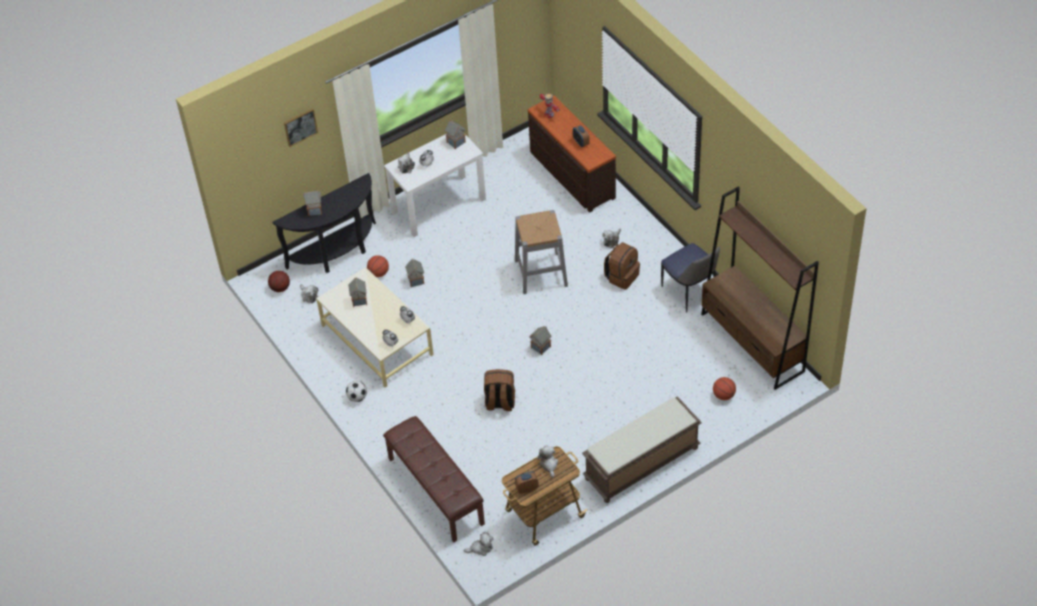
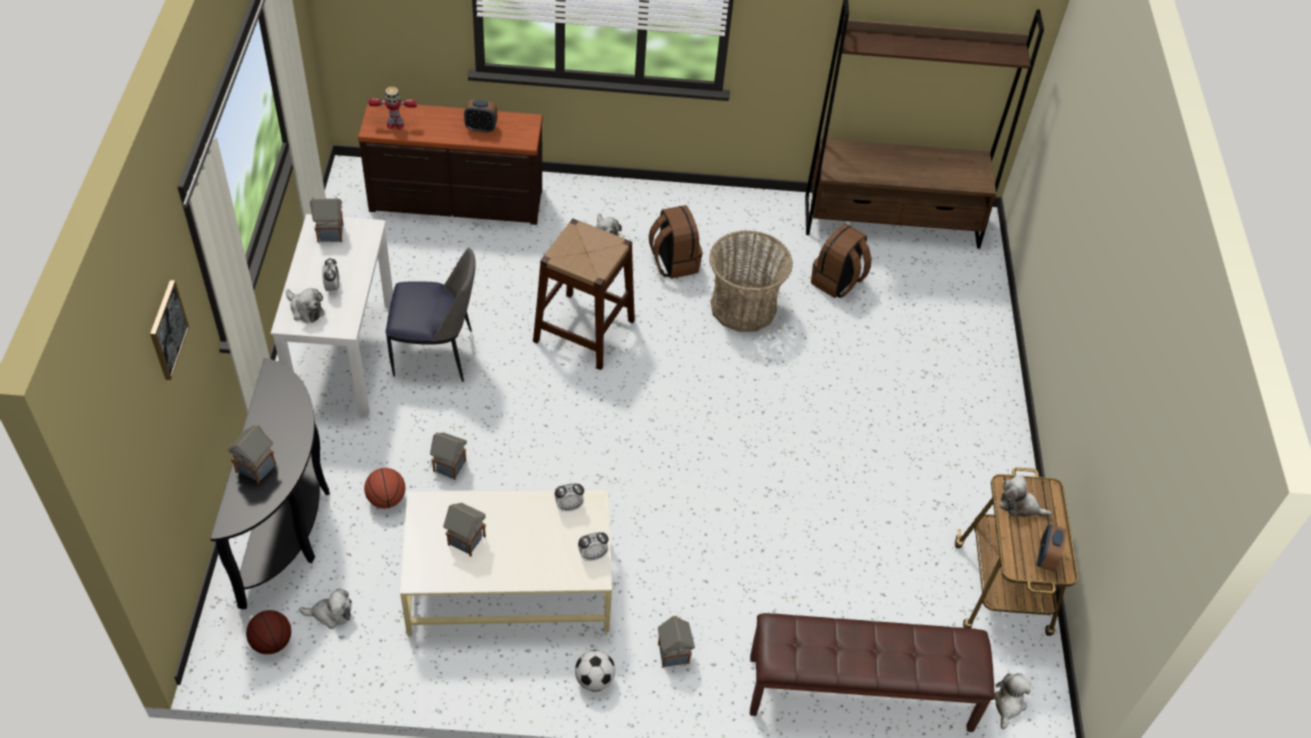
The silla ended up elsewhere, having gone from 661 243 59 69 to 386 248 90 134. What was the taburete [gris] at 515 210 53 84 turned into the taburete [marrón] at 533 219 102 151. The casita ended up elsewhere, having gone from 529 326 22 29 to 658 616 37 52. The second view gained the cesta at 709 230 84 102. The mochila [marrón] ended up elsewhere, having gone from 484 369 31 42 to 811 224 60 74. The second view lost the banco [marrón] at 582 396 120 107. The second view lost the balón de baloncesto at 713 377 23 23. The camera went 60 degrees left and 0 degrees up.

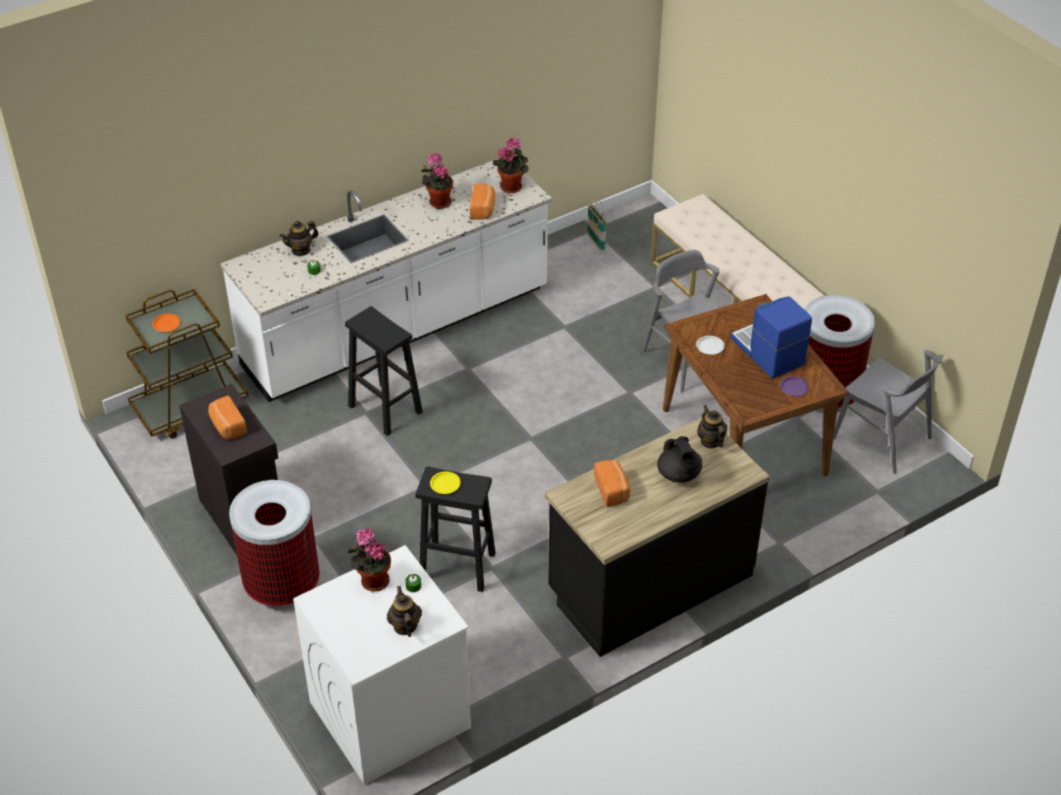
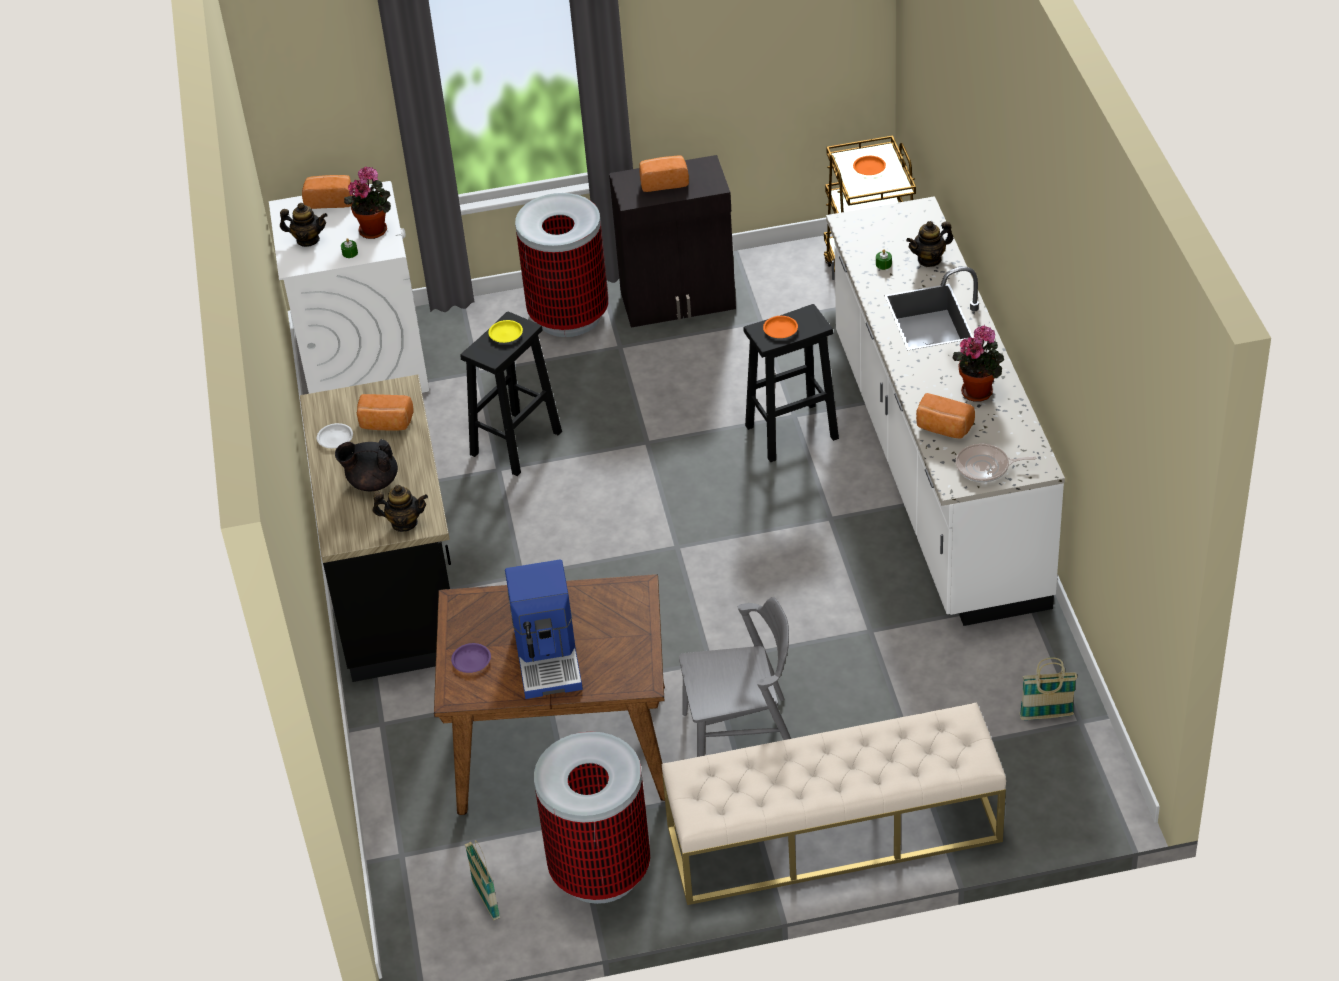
The second view gained the pan at 302 175 50 34. The plato [blanco] ended up elsewhere, having gone from 696 336 29 19 to 317 423 36 25. Where the silla [gris] stood at 833 350 110 124, the cesta came to stand at 465 840 35 80. The cafetera at 731 296 81 83 ended up facing another way, 90 degrees clockwise from before. The second view gained the plato [naranja] at 763 316 35 22. The tetera at 280 220 39 36 ended up facing another way, 105 degrees counterclockwise from before. Where the planta en maceta stood at 493 137 36 56, the sartén came to stand at 956 444 80 39. The camera went 115 degrees right and 0 degrees up.

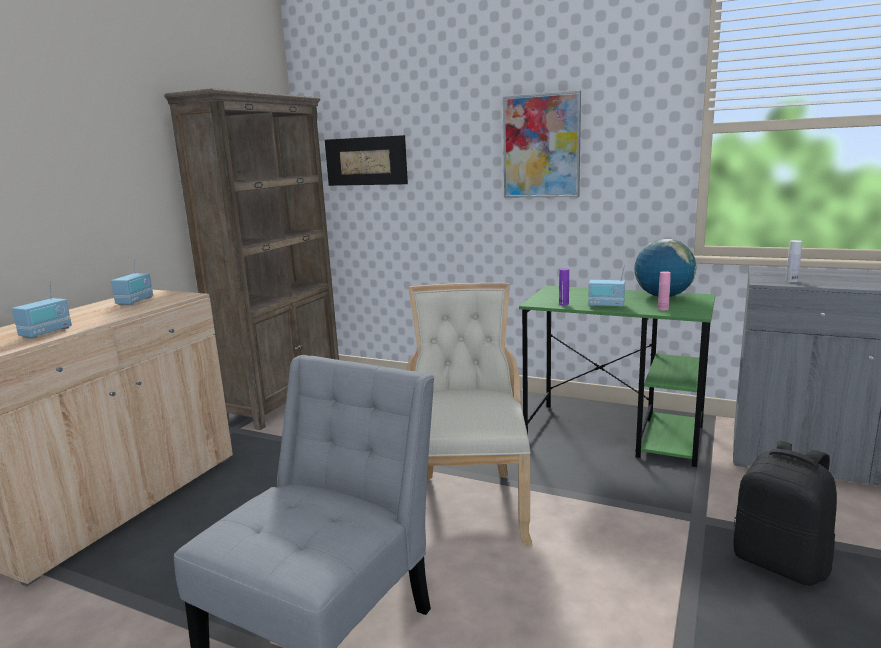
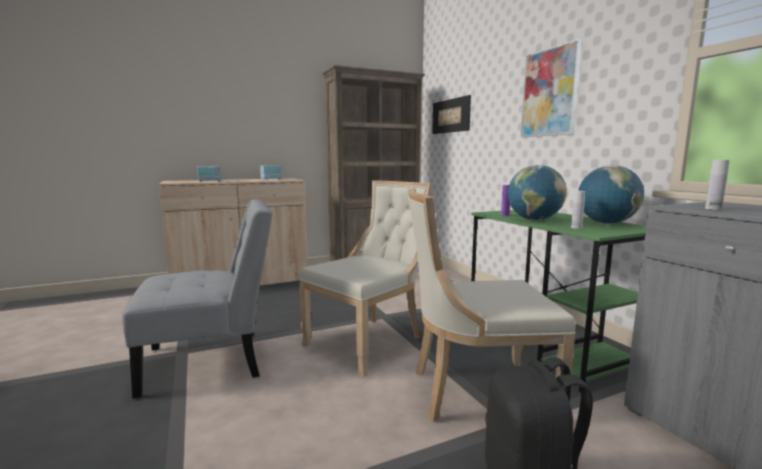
The second view gained the silla [beis] at 408 188 168 234. Where the radio stood at 588 265 37 42, the globo terráqueo came to stand at 508 165 59 55. What was the botella [rosa] at 658 271 13 39 turned into the botella [blanco] at 571 191 14 38. The camera went 40 degrees right and 5 degrees down.

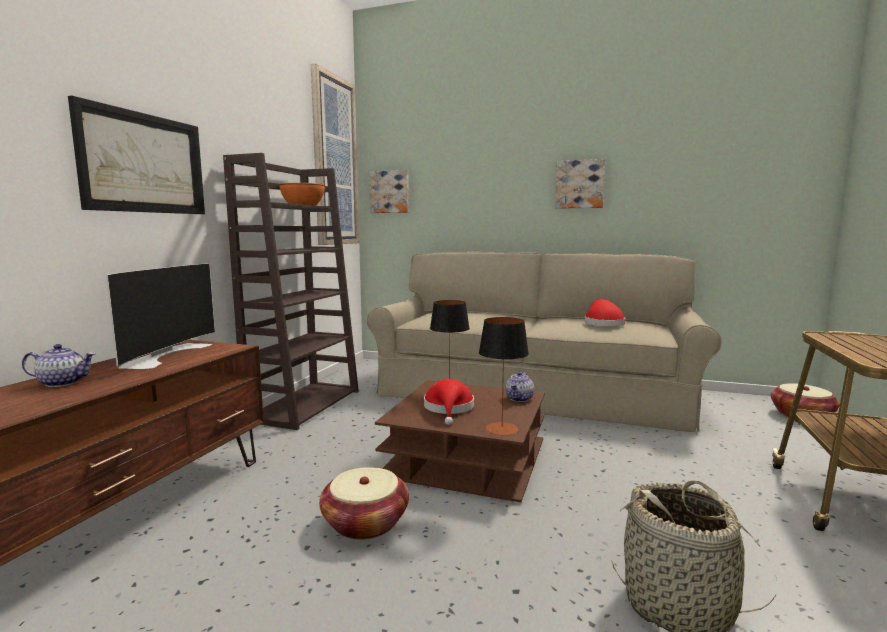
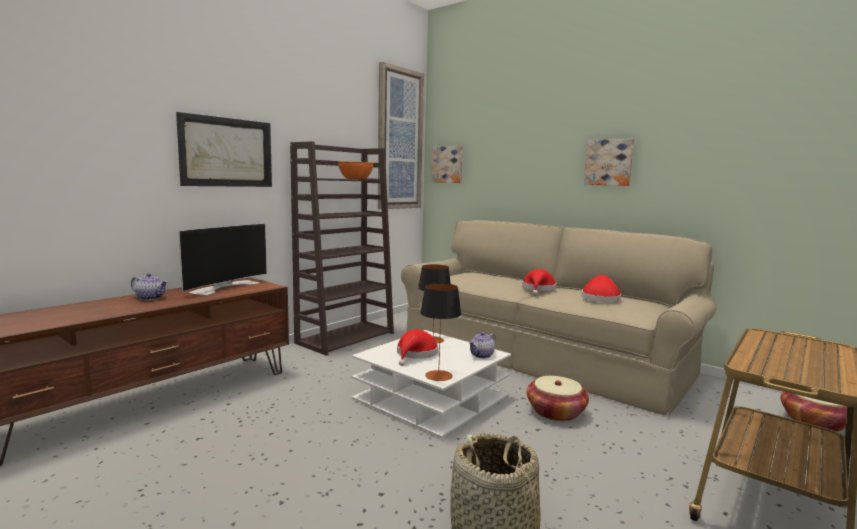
What was the mesa de centro [marrón] at 375 380 170 123 turned into the mesa de centro [blanco] at 351 330 160 108. The second view gained the sombrero [rojo] at 522 269 35 26. The cesta ended up elsewhere, having gone from 319 467 90 73 to 527 376 62 45. The camera went 20 degrees right and 0 degrees up.

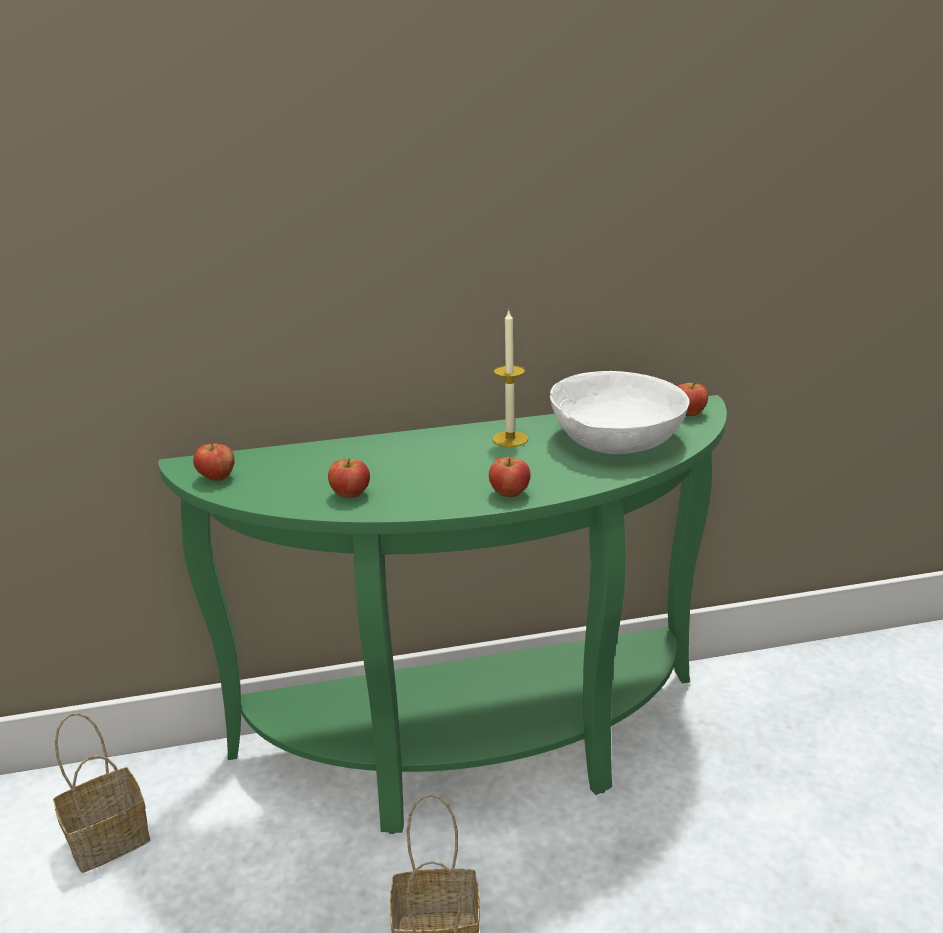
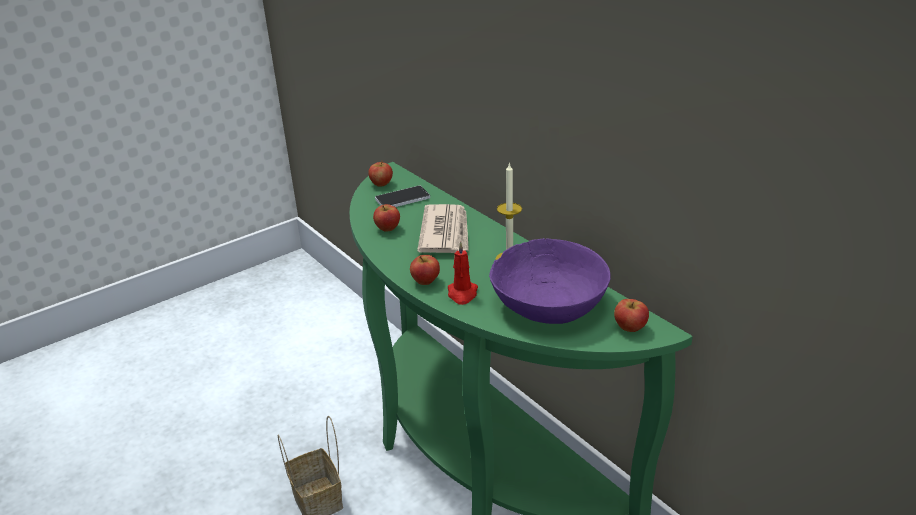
The second view gained the móvil at 375 185 55 22. The second view gained the periódico at 417 204 52 49. The second view gained the vela [rojo] at 448 241 30 64. What was the cuenco [blanco] at 550 371 139 83 turned into the cuenco [morado] at 489 238 122 86. The second view lost the cesta at 53 713 97 160. The camera went 65 degrees right and 5 degrees up.

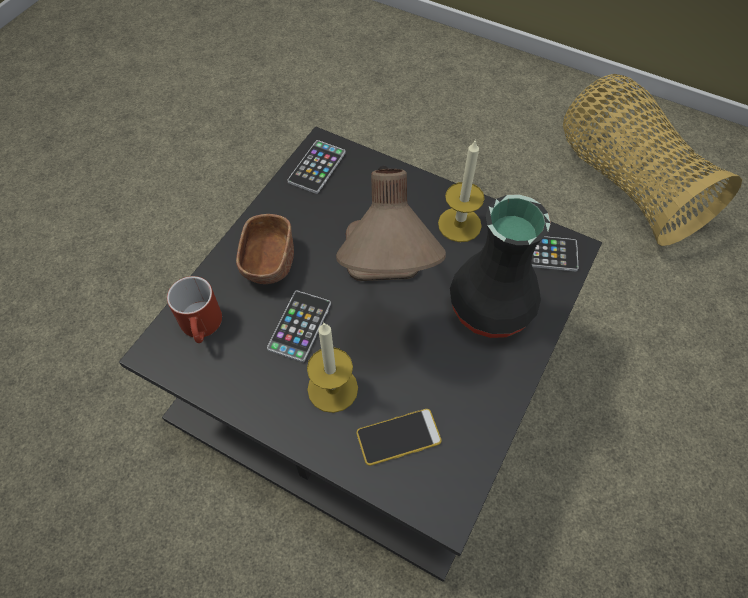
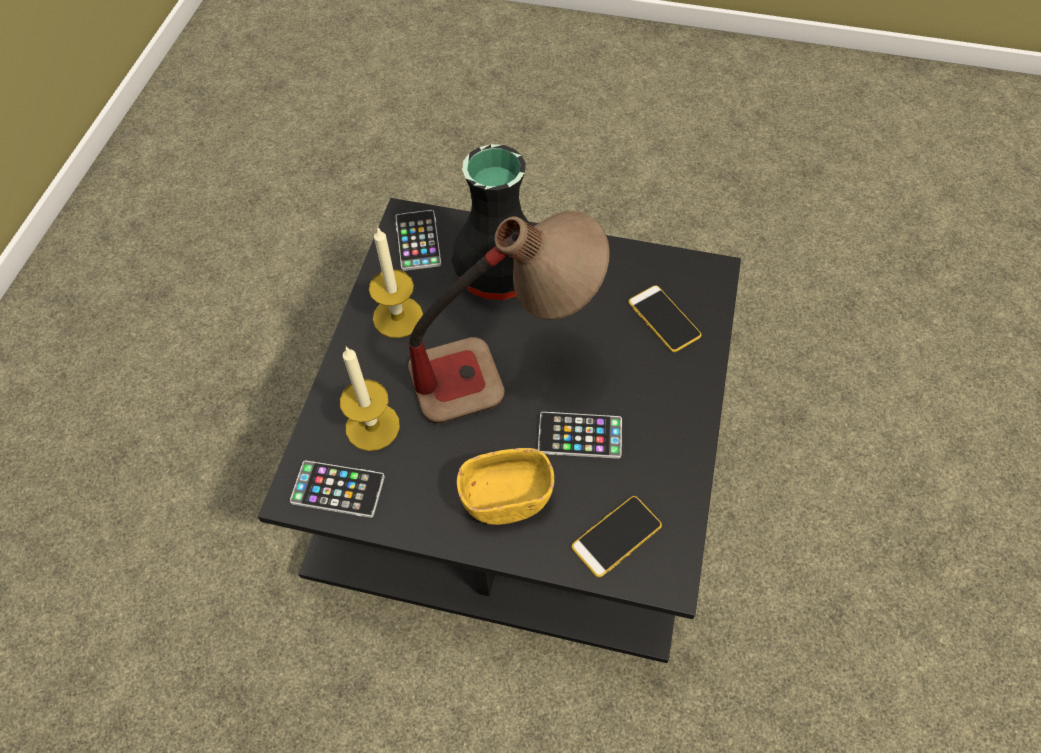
The vela ended up elsewhere, having gone from 307 322 51 91 to 340 346 60 105. What was the cuenco [marrón] at 236 214 58 70 turned into the cuenco [amarillo] at 457 448 97 77. Where the taza grande [rojo] stood at 167 276 55 67, the móvil came to stand at 571 496 91 81. The second view lost the cesta at 563 74 179 172. The camera went 105 degrees left and 0 degrees up.

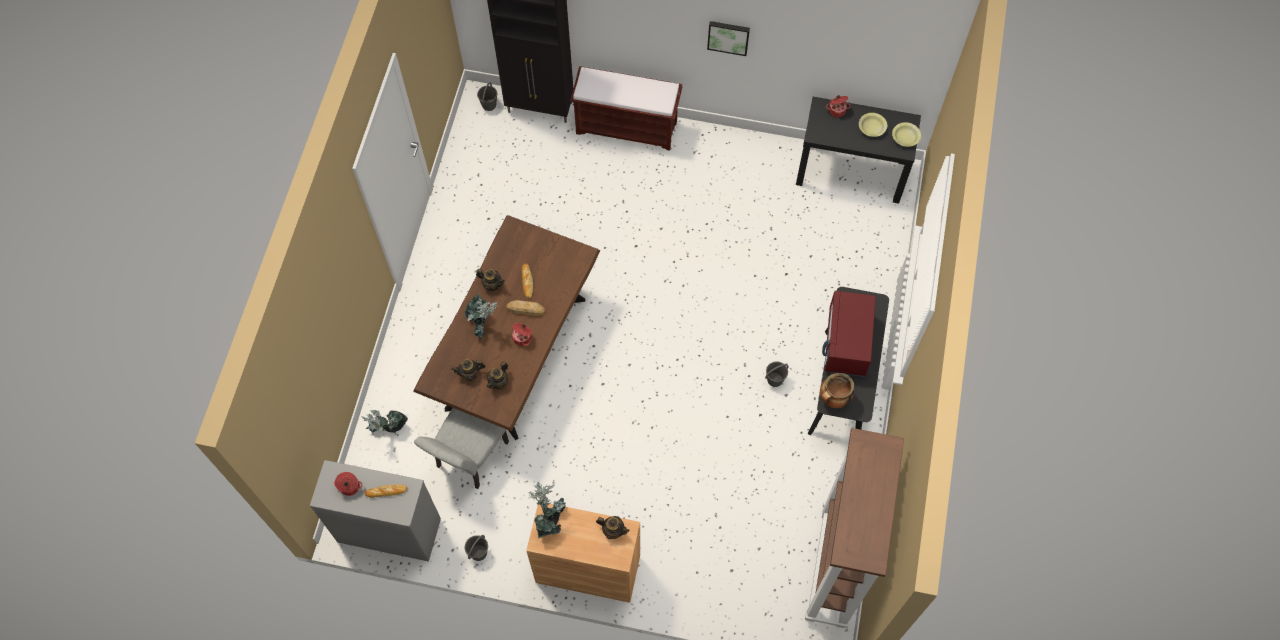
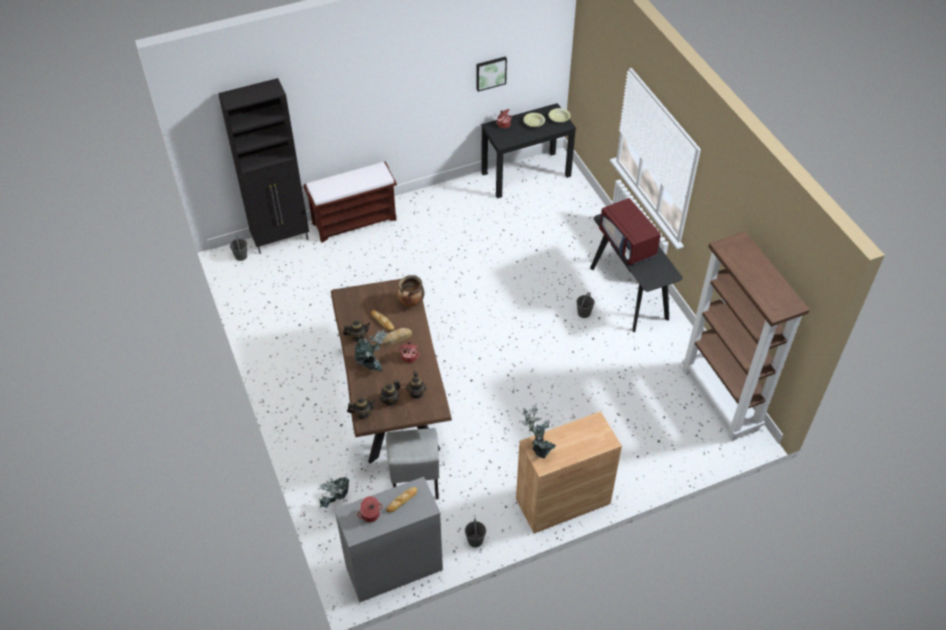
The tetera ended up elsewhere, having gone from 596 516 33 23 to 347 397 29 22. The olla ended up elsewhere, having gone from 820 373 34 35 to 397 275 27 33. The cuadro ended up elsewhere, having gone from 707 21 43 35 to 476 57 31 35. The camera went 35 degrees left and 15 degrees down.

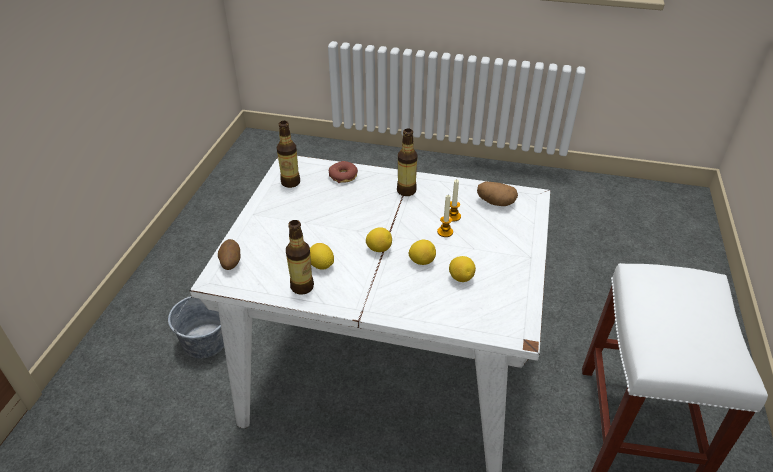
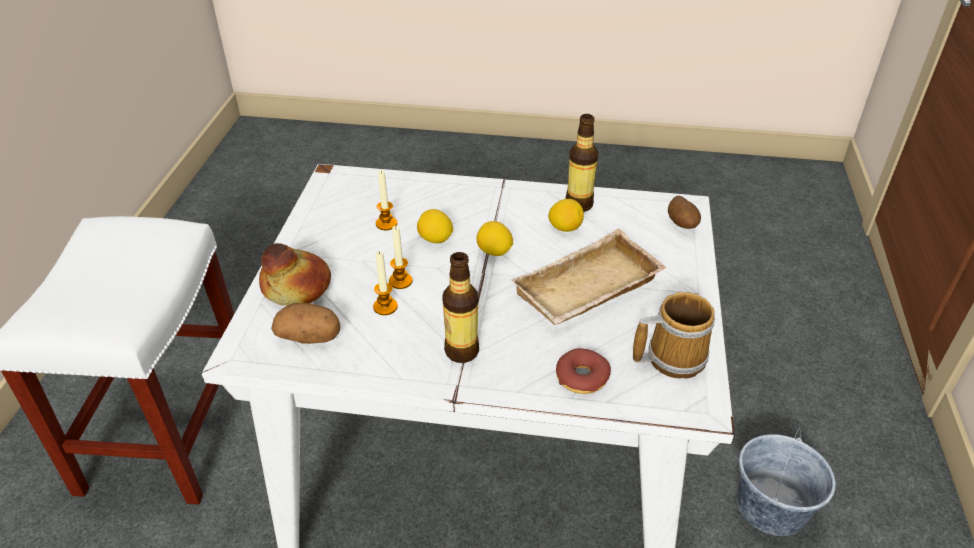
The second view gained the pan at 259 243 72 63. Where the limón stood at 449 256 27 26, the vela came to stand at 376 170 21 60. The second view gained the bandeja [beis] at 511 229 156 96. Where the botella stood at 277 121 23 67, the taza grande came to stand at 633 292 82 86. The camera went 175 degrees right and 0 degrees up.

